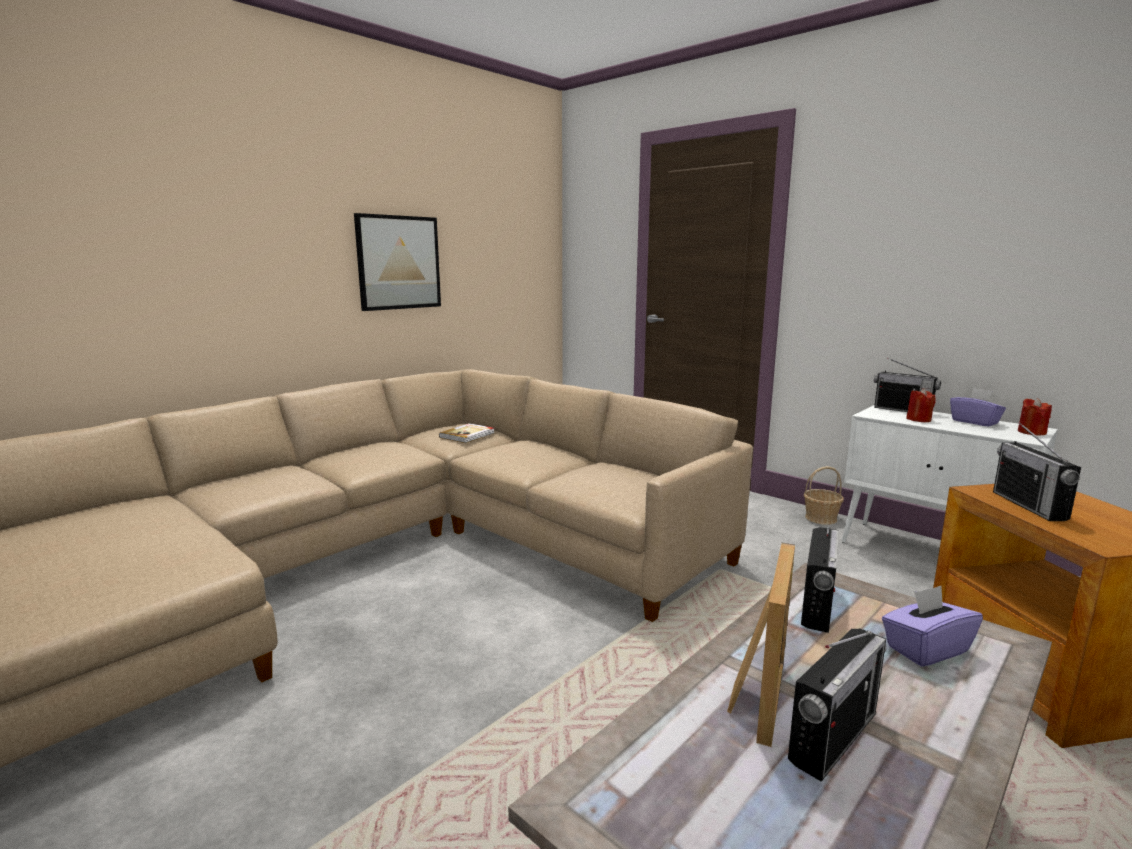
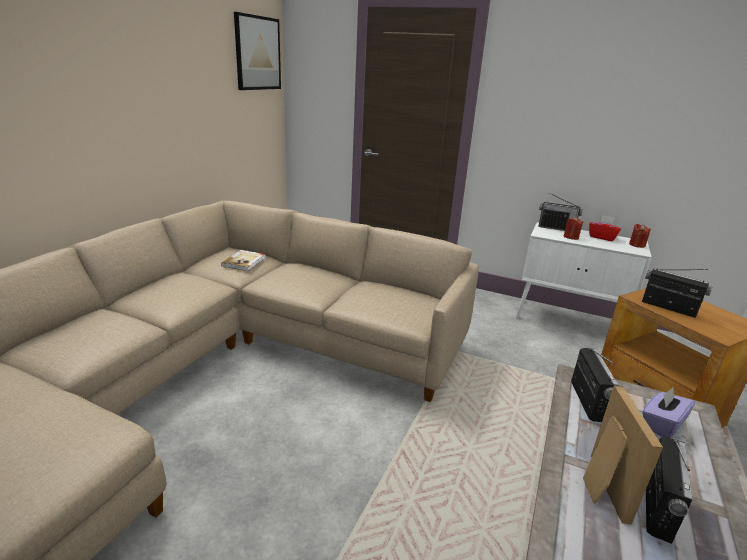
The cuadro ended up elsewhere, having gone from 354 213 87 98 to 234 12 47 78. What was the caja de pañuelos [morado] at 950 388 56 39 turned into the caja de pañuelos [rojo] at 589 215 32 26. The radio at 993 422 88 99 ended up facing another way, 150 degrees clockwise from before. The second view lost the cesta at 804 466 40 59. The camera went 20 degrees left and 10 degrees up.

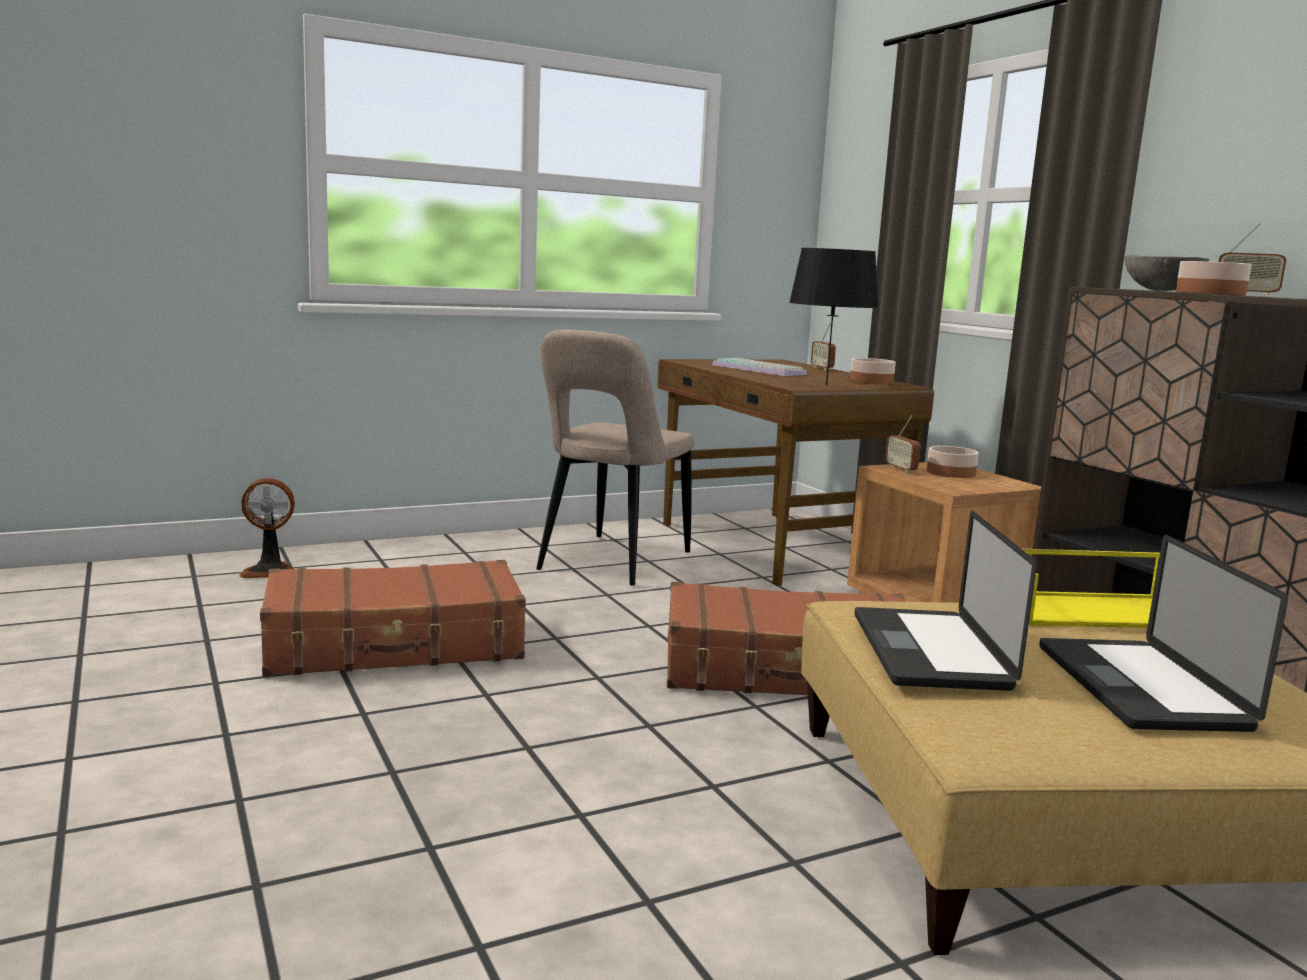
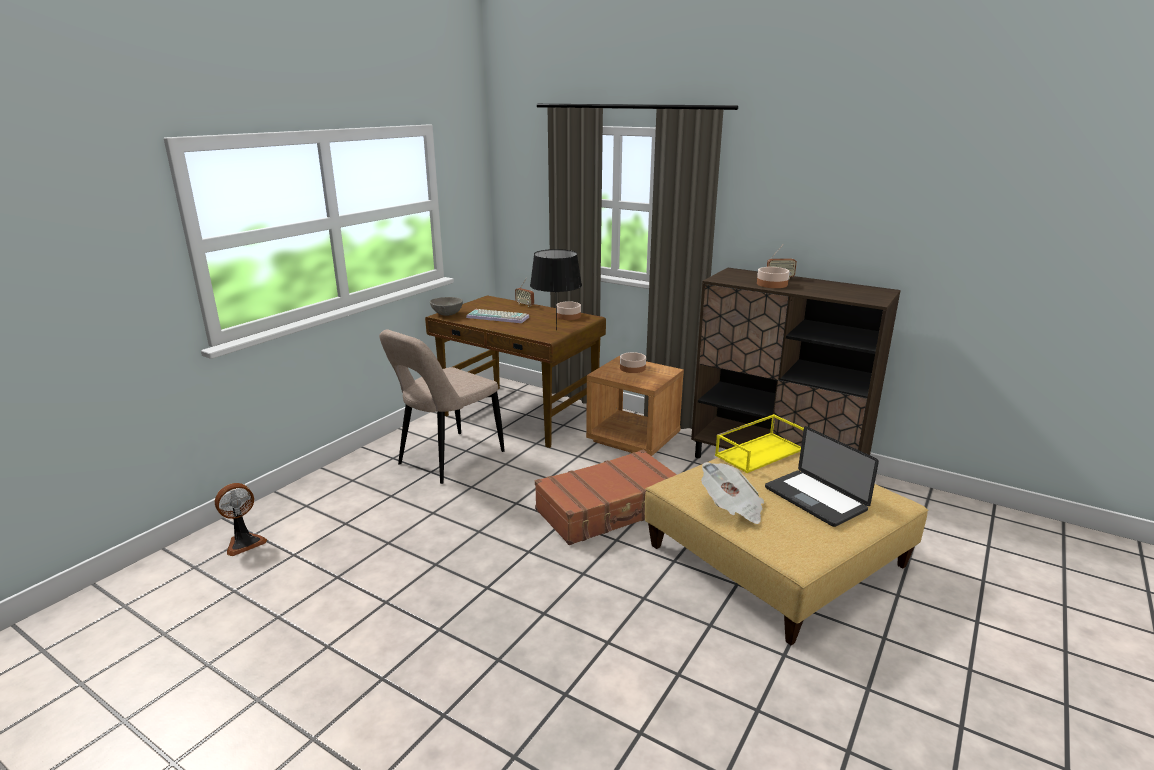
The silla [beis] at 536 329 158 257 ended up facing another way, 45 degrees clockwise from before. The cuenco [gris] ended up elsewhere, having gone from 1125 255 84 36 to 430 297 33 19. Where the portátil stood at 854 511 183 180, the periódico came to stand at 701 462 63 62. The second view lost the maleta [marrón] at 260 560 266 116. The second view lost the radio at 885 415 35 58. The camera went 30 degrees left and 10 degrees up.

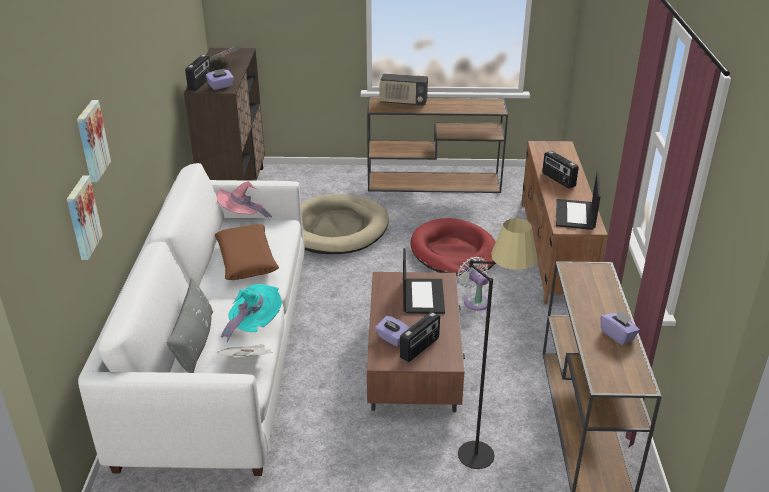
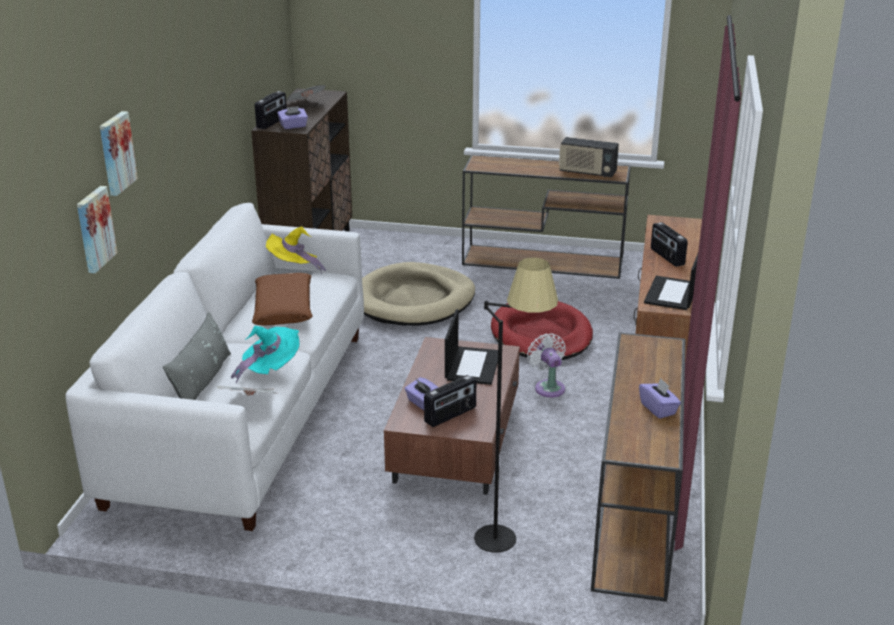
What was the sombrero [rosa] at 217 181 55 38 turned into the sombrero [amarillo] at 266 226 60 48. The radio ended up elsewhere, having gone from 380 73 48 33 to 559 137 60 40. The camera went 10 degrees right and 5 degrees down.

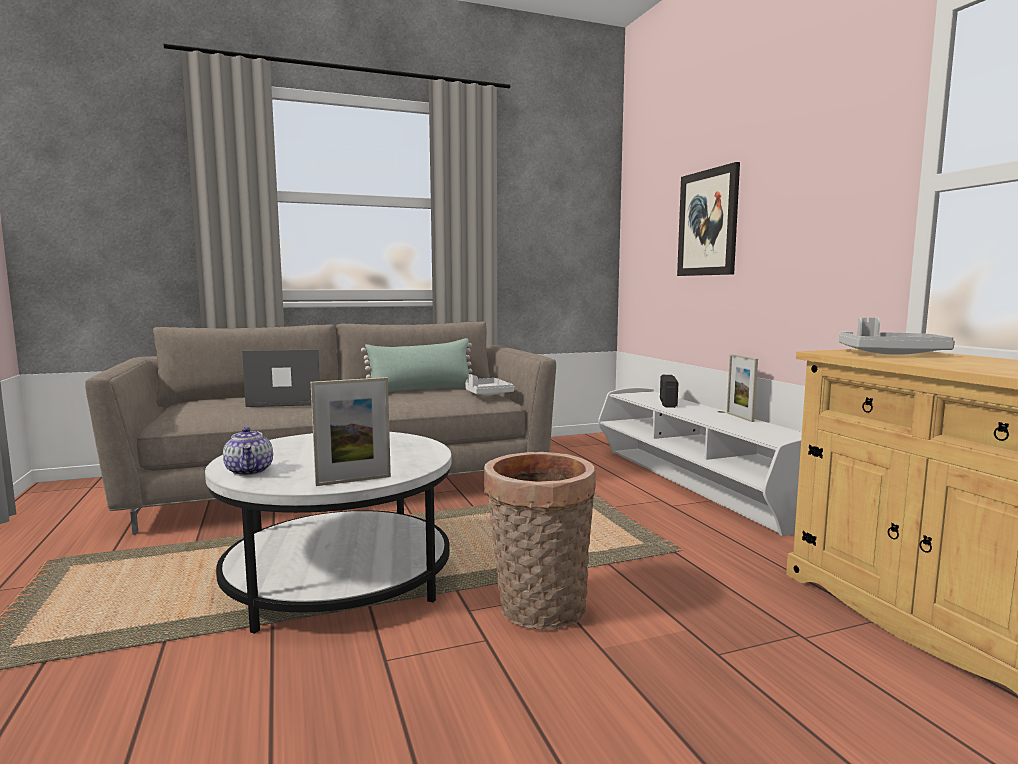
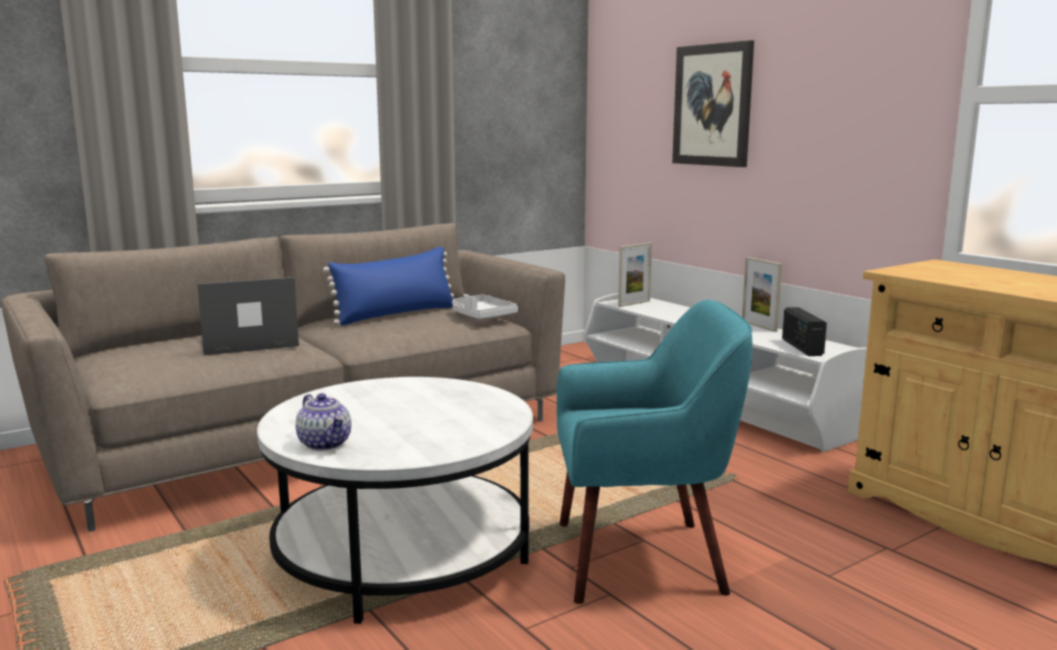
What was the cojín [verde] at 361 338 111 54 turned into the cojín [azul] at 323 247 131 78. Where the cesta stood at 484 452 112 178, the sillón [turquesa] came to stand at 557 300 196 304. The portarretratos ended up elsewhere, having gone from 311 377 80 109 to 618 243 34 64. The radio ended up elsewhere, having gone from 660 375 18 33 to 782 307 45 49. The second view lost the bandeja [gris] at 839 318 116 37. The camera went 15 degrees left and 5 degrees up.

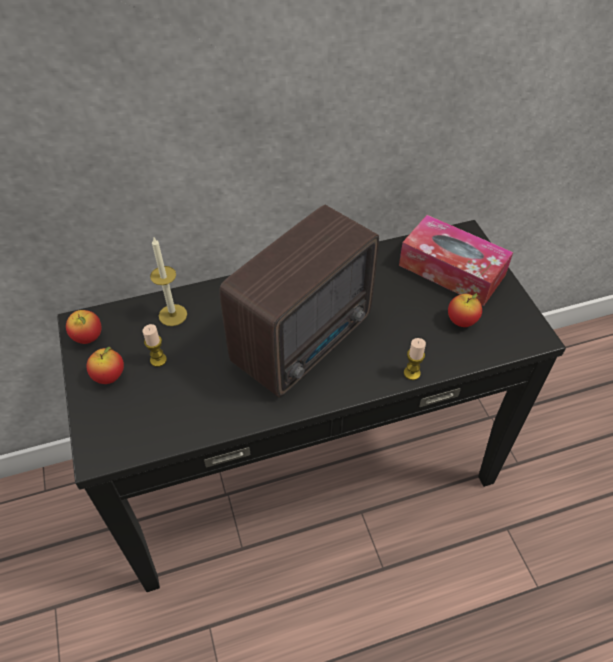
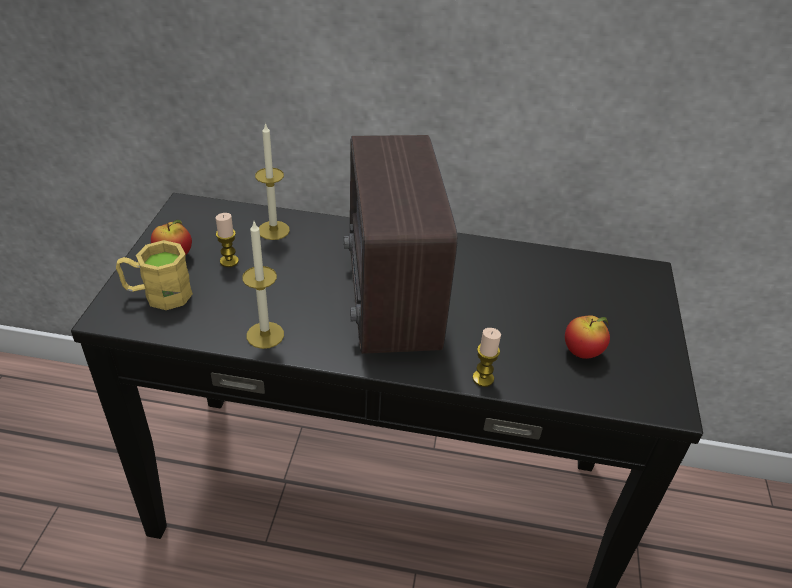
The second view gained the taza grande [amarillo] at 116 240 77 70. The second view gained the vela at 242 222 42 127. The radio at 219 205 160 192 ended up facing another way, 105 degrees clockwise from before. The second view lost the manzana at 66 310 35 34. The second view lost the caja de pañuelos at 399 215 114 91. The camera went 25 degrees right and 10 degrees down.

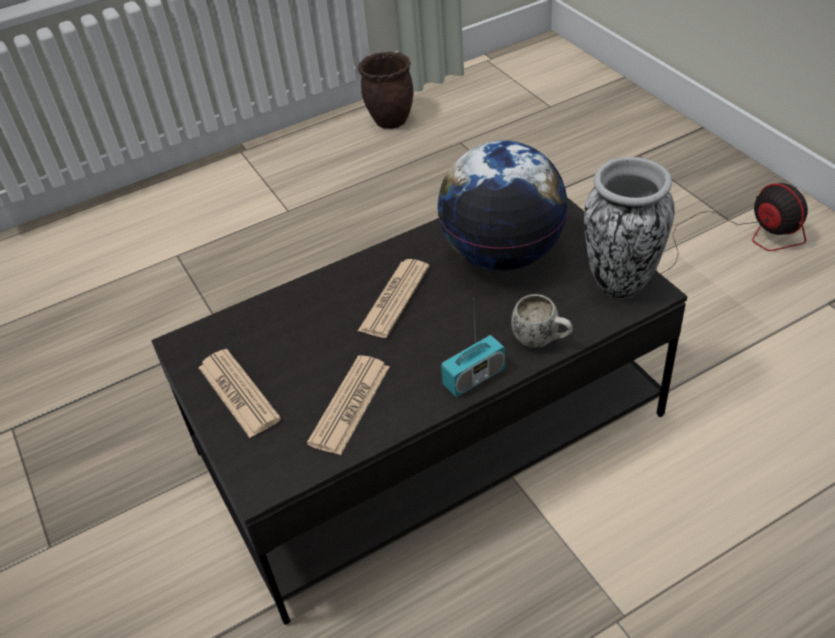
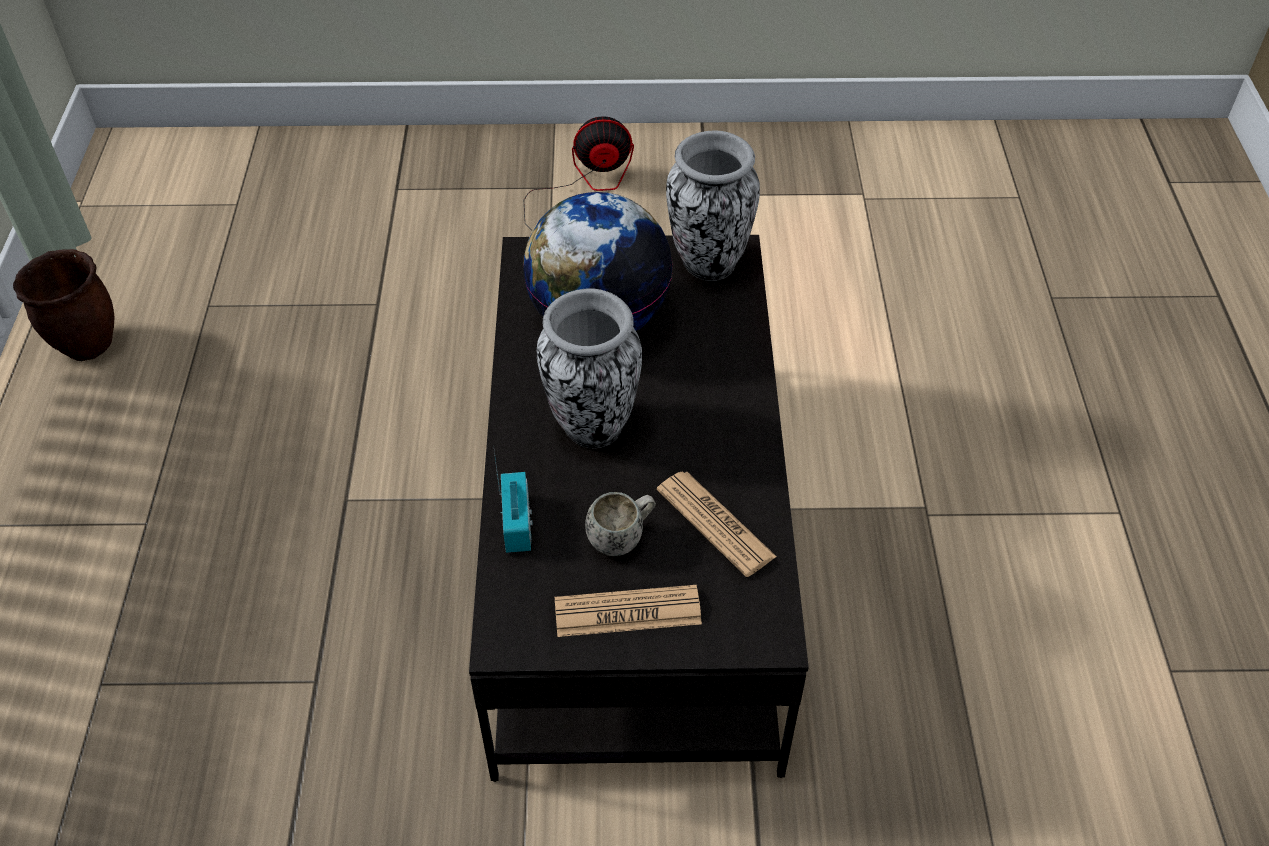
The radio ended up elsewhere, having gone from 441 298 64 99 to 493 445 40 108. Where the periódico stood at 358 259 71 79, the florero came to stand at 537 289 105 159. The taza grande [blanco] ended up elsewhere, having gone from 511 294 62 54 to 585 492 71 64. The camera went 65 degrees left and 5 degrees up.

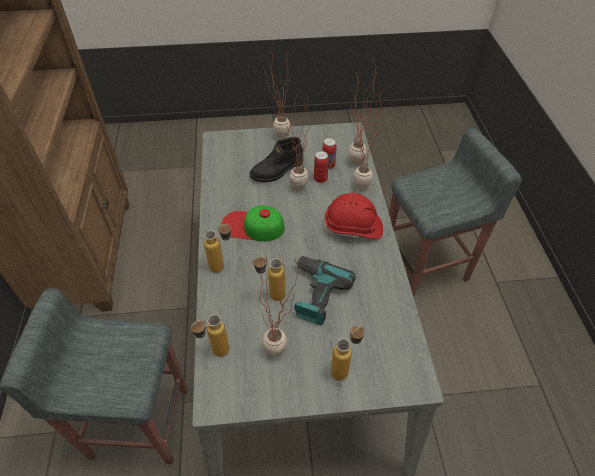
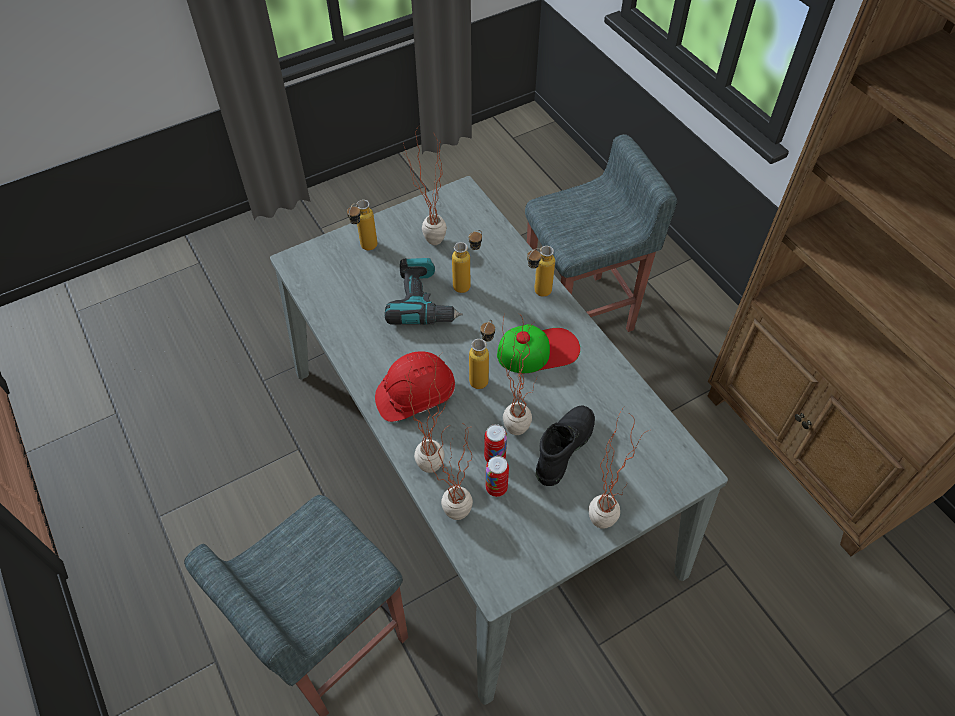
The botella ended up elsewhere, having gone from 190 314 39 43 to 469 320 26 69. The camera went 155 degrees right and 5 degrees up.

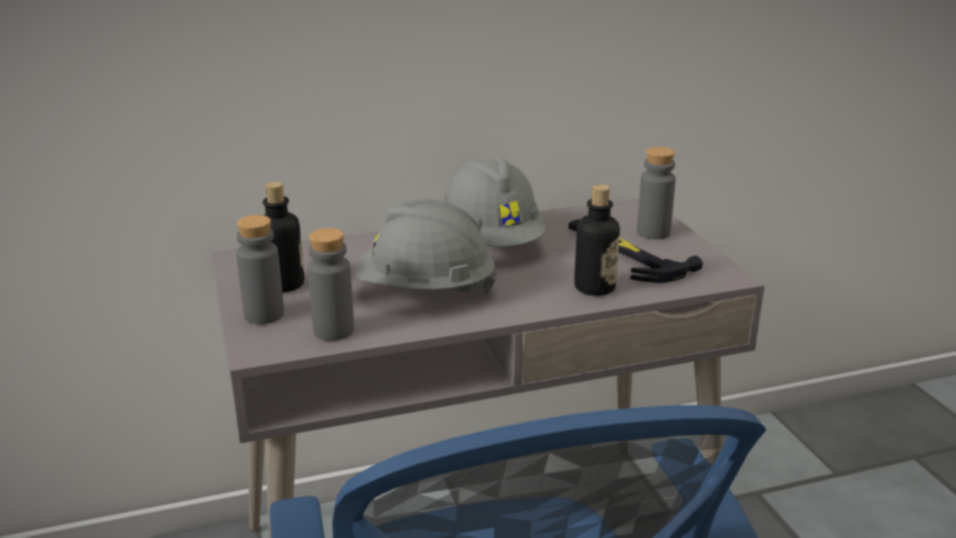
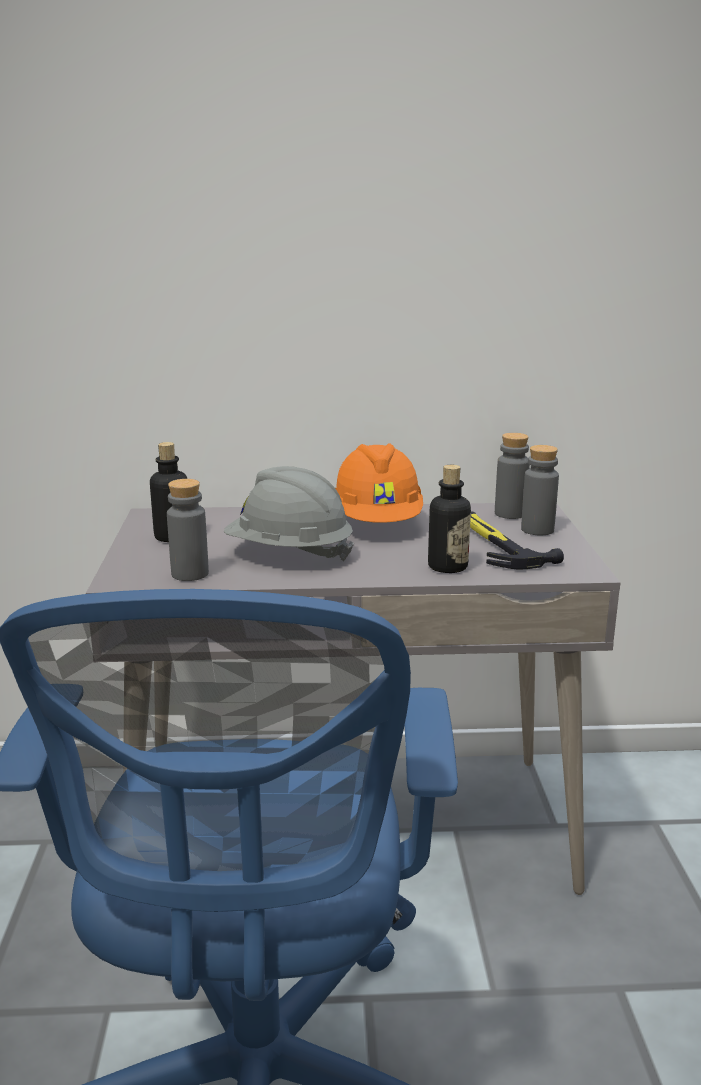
What was the casco [gris] at 444 157 102 90 turned into the casco [naranja] at 335 443 88 80. The botella [gris] ended up elsewhere, having gone from 236 215 48 109 to 495 433 35 86. The camera went 15 degrees right and 5 degrees down.

